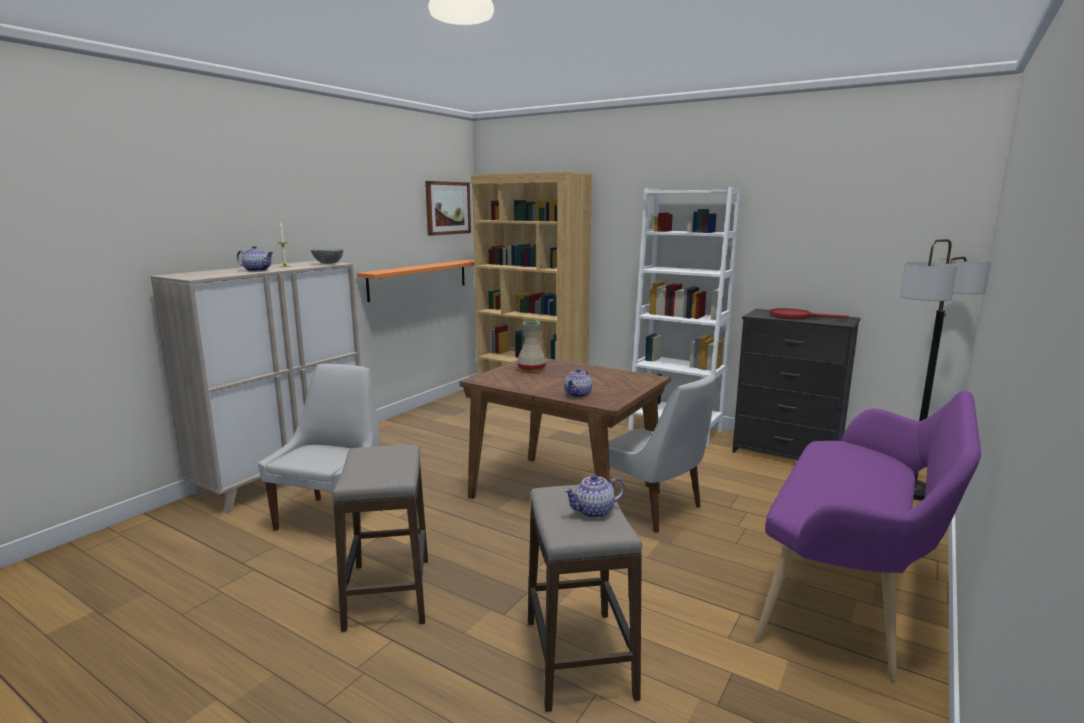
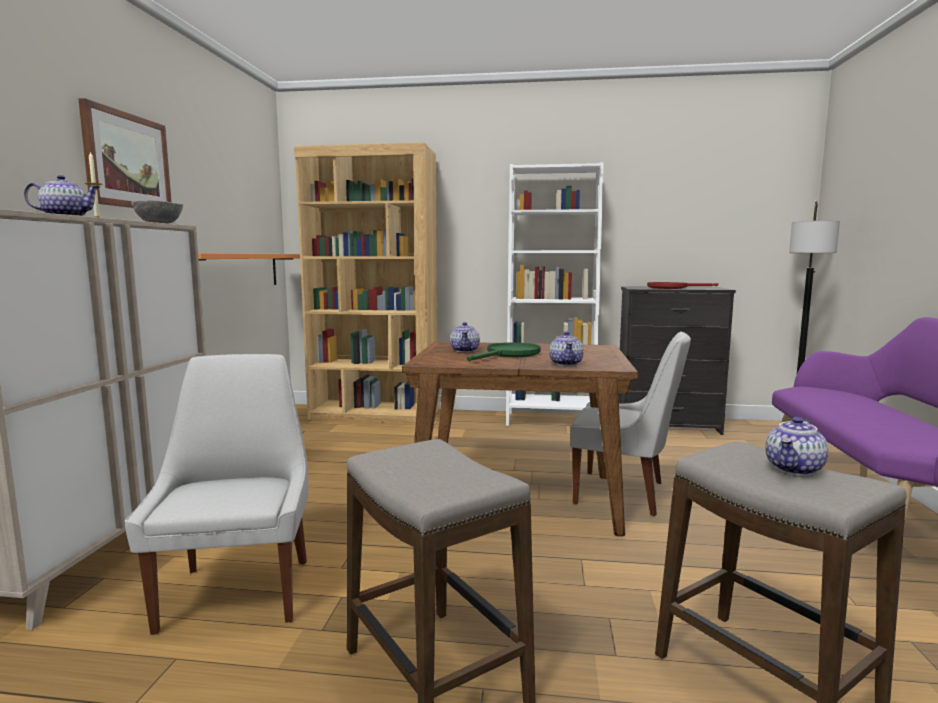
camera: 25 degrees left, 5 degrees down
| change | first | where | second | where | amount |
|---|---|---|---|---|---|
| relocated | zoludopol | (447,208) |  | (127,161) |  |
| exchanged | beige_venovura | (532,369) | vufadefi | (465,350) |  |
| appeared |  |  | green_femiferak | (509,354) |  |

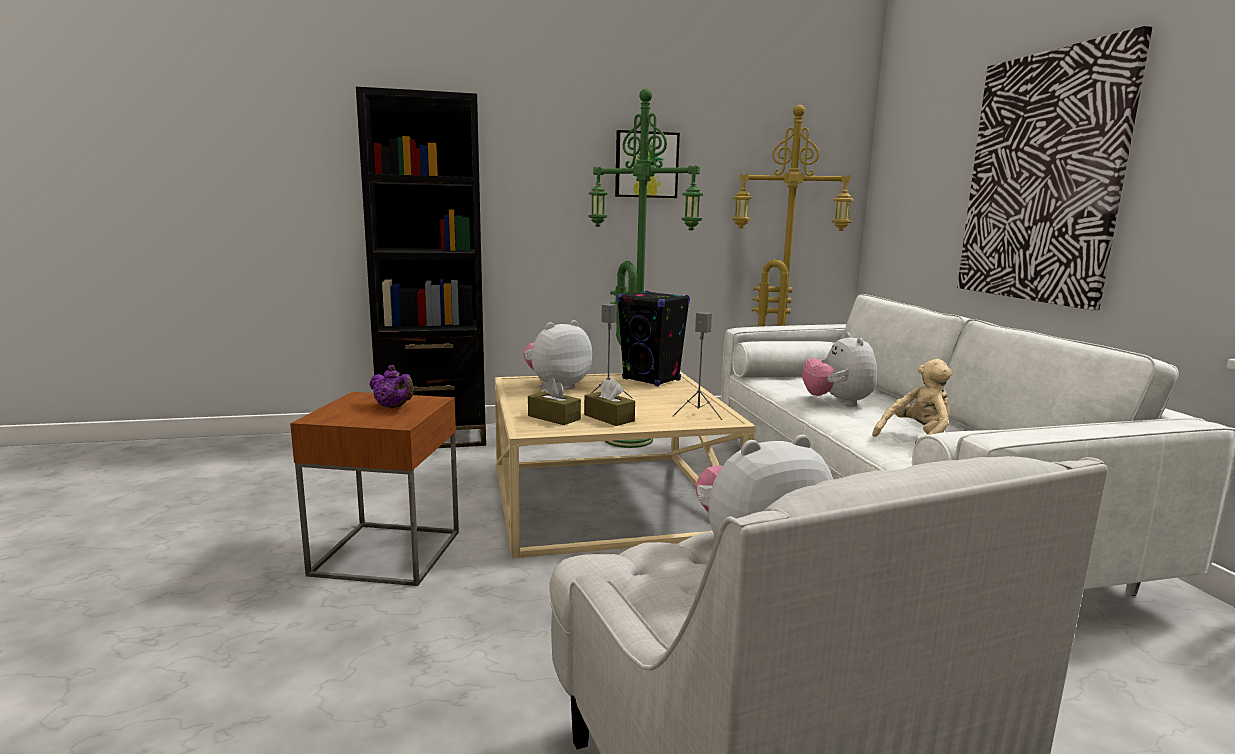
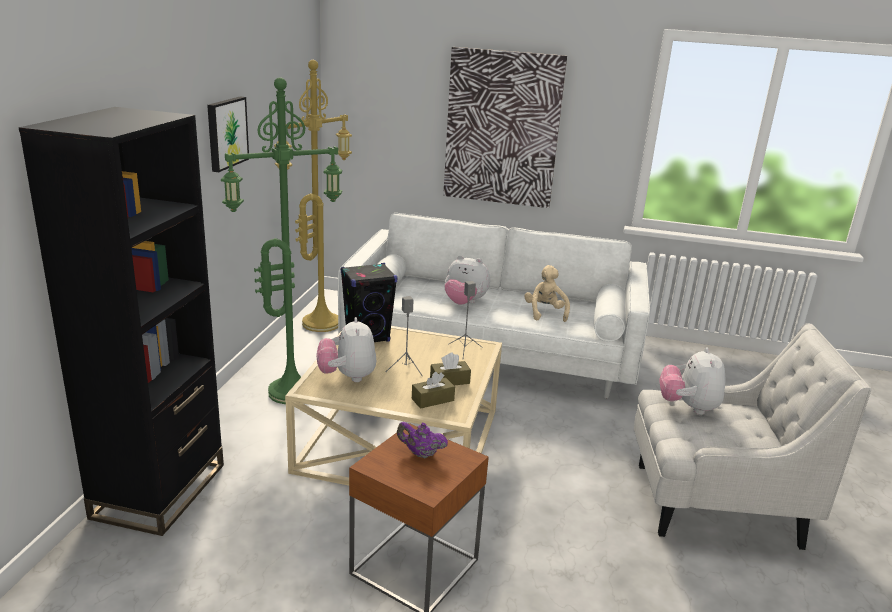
camera: 65 degrees left, 10 degrees up
| change | first | where | second | where | amount |
|---|---|---|---|---|---|
| spun | purple_vufadefi | (393,407) |  | (421,454) | 135 degrees counterclockwise |

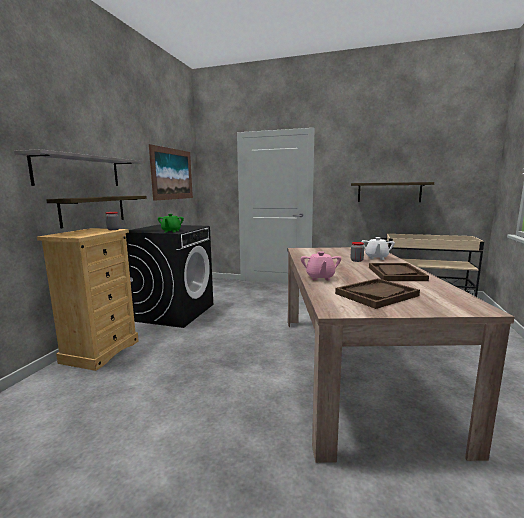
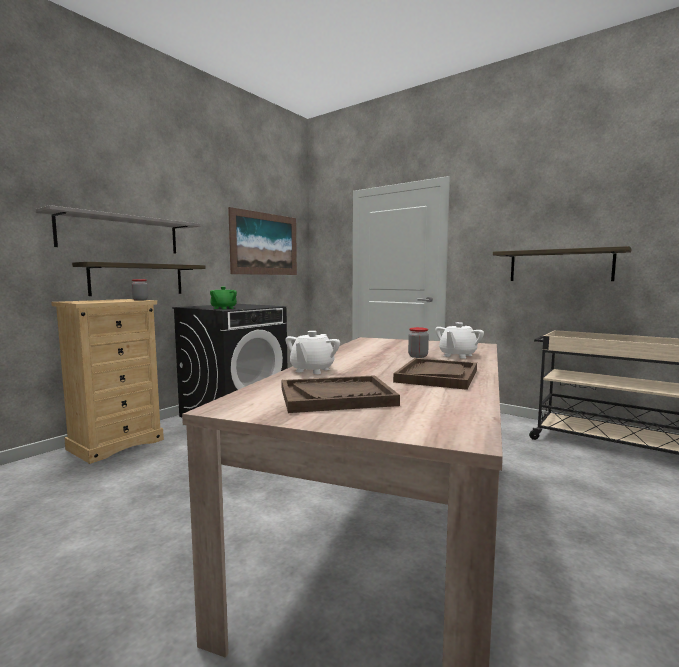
camera: 20 degrees right, 5 degrees down
| change | first | where | second | where | amount |
|---|---|---|---|---|---|
| colour | pink_vufadefi | (320,277) | white_vufadefi | (312,370) |  |

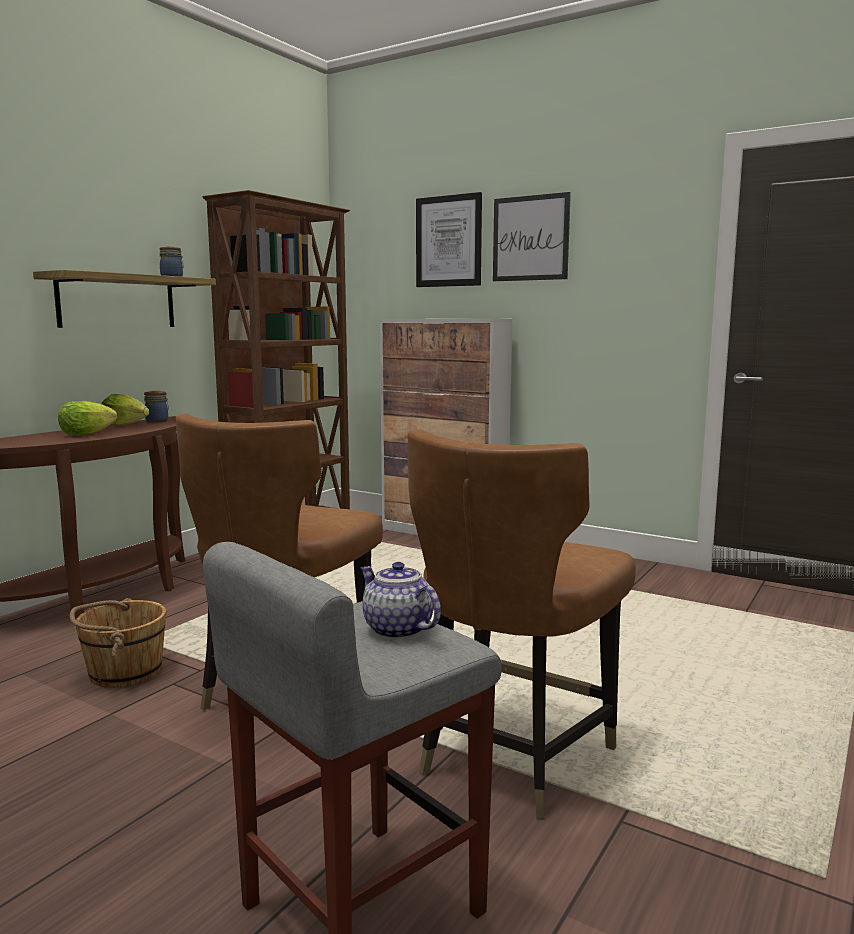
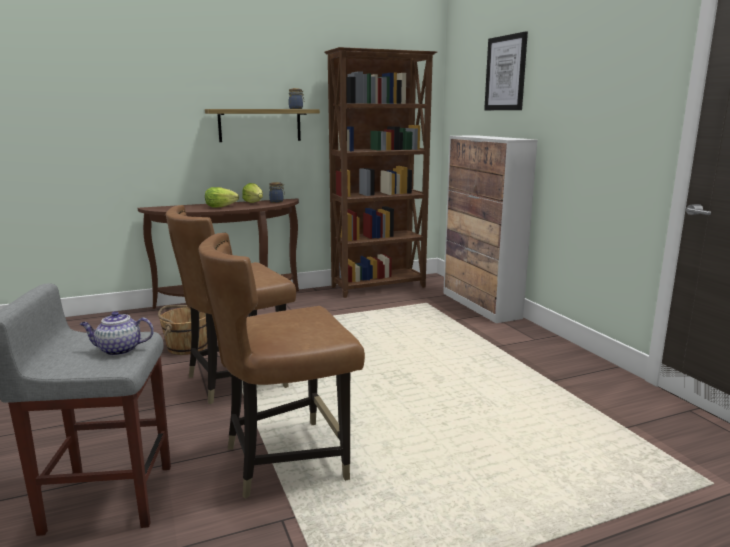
camera: 35 degrees right, 5 degrees up
| change | first | where | second | where | amount |
|---|---|---|---|---|---|
| spun | vufadefi | (396,629) |  | (118,350) | 90 degrees counterclockwise |
| missing | zoludopol | (530,238) |  |  |  |

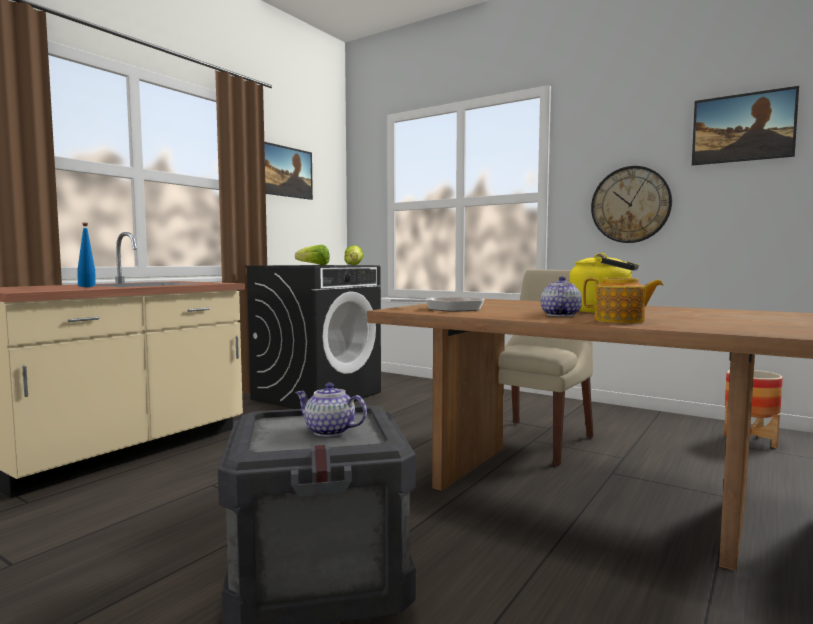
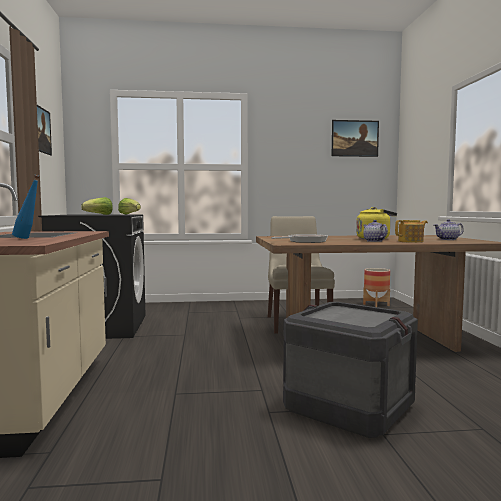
camera: 40 degrees left, 0 degrees up
| change | first | where | second | where | amount |
|---|---|---|---|---|---|
| relocated | vufadefi | (329,431) |  | (448,239) |  |
| missing | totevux | (630,205) |  |  |  |

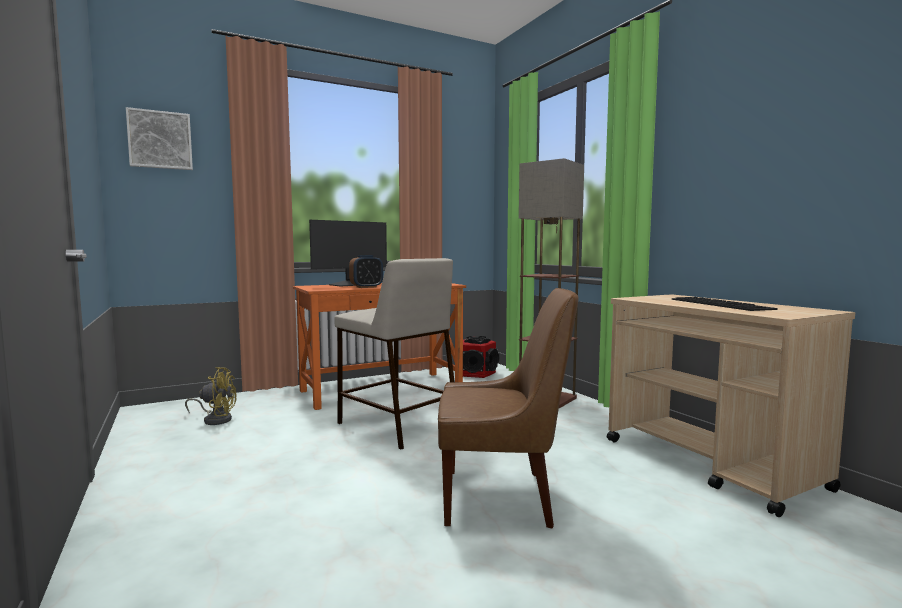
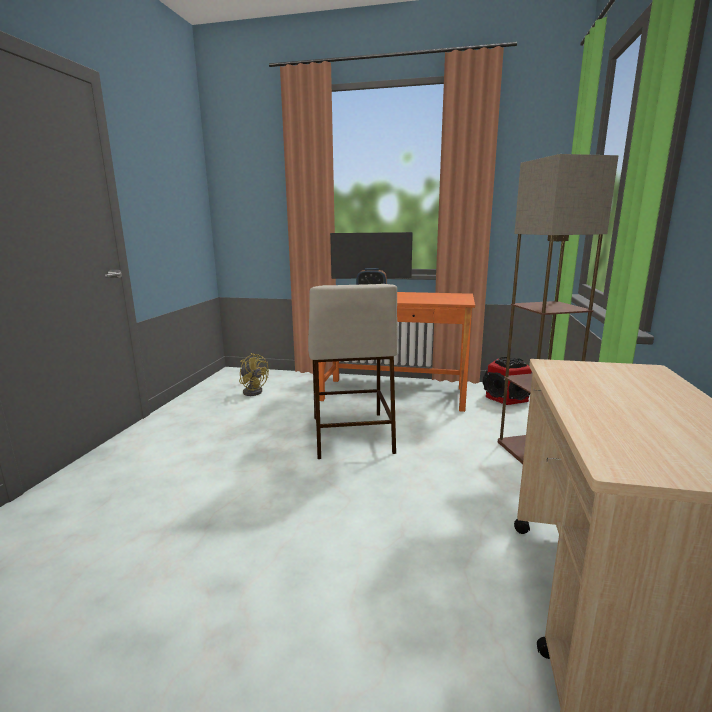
camera: 40 degrees right, 10 degrees up
| change | first | where | second | where | amount |
|---|---|---|---|---|---|
| missing | zoludopol | (160,140) |  |  |  |
| missing | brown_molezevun | (501,498) |  |  |  |
| missing | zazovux | (722,304) |  |  |  |

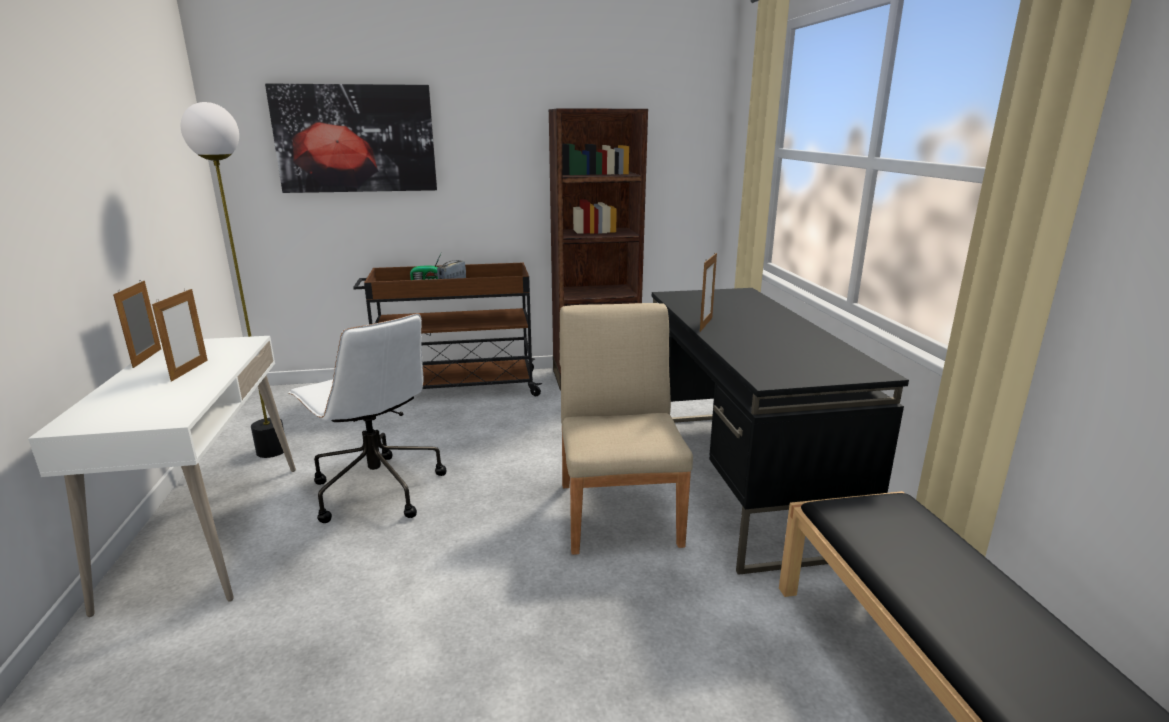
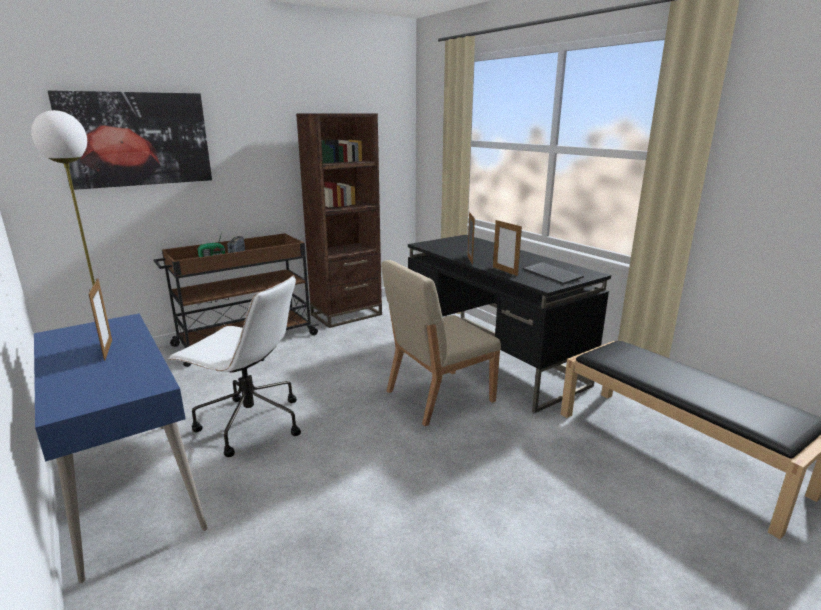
camera: 25 degrees left, 0 degrees up
| change | first | where | second | where | amount |
|---|---|---|---|---|---|
| colour | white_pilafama | (208,531) | blue_pilafama | (129,490) |  |
| spun | beige_molezevun | (619,512) |  | (438,396) | 90 degrees counterclockwise |
| relocated | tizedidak | (147,358) |  | (505,271) |  |
| appeared |  |  | zazovux | (553,274) |  |

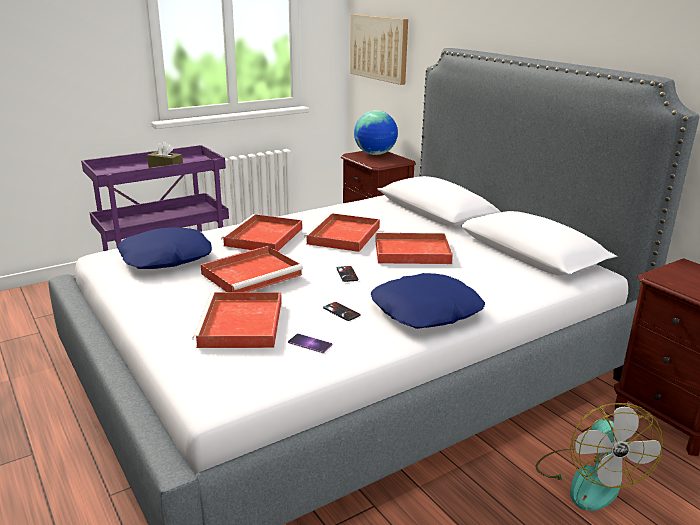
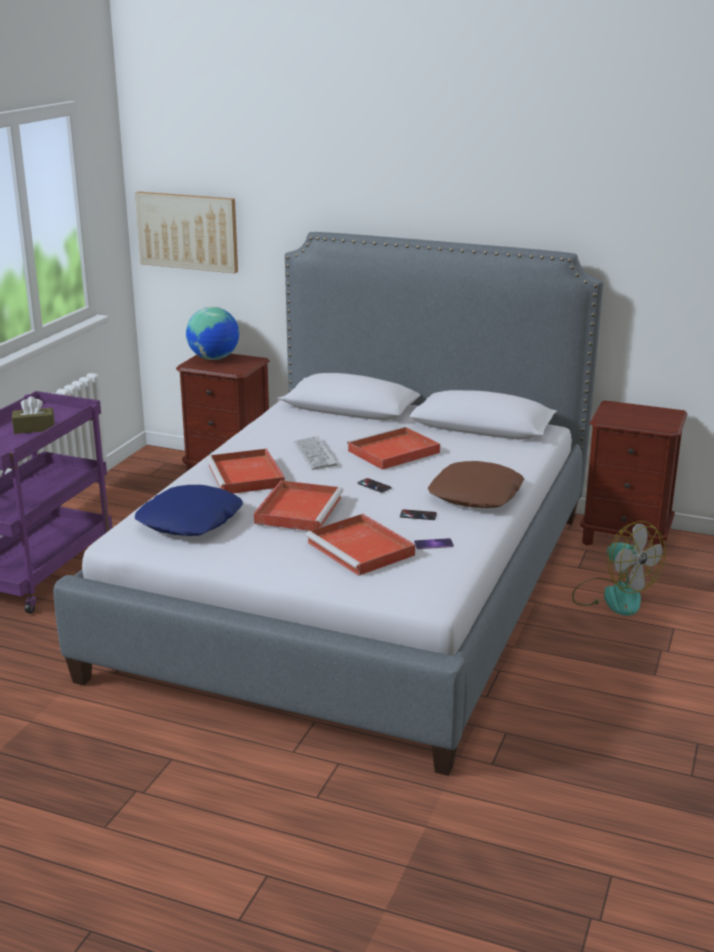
camera: 35 degrees left, 0 degrees up
| change | first | where | second | where | amount |
|---|---|---|---|---|---|
| exchanged | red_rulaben | (343,236) | zazovux | (315,454) |  |
| colour | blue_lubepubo | (426,311) | brown_lubepubo | (476,495) |  |

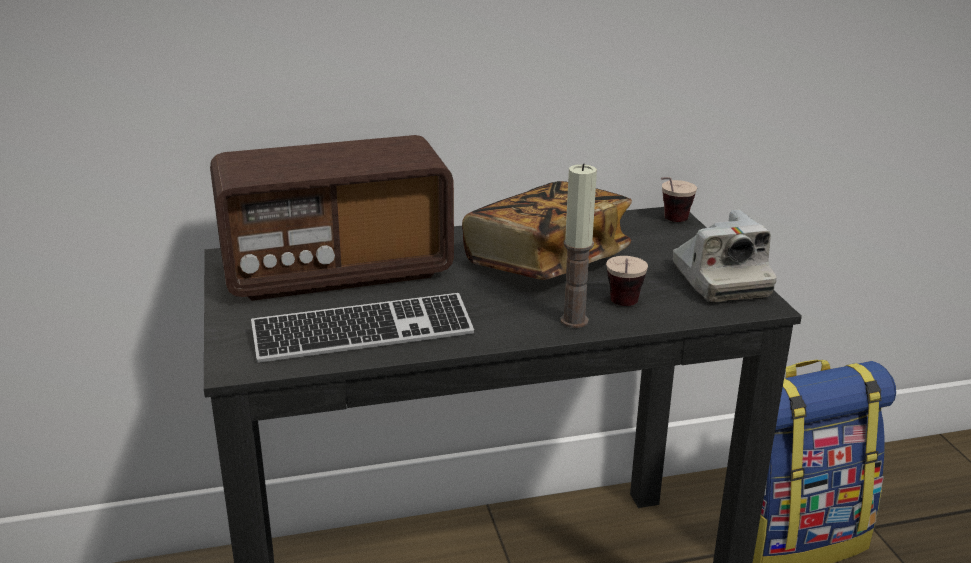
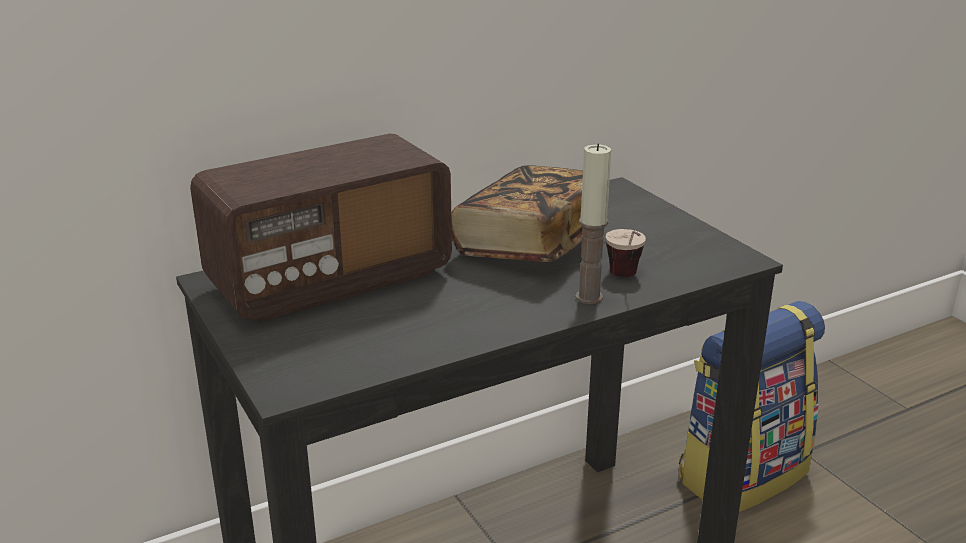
camera: 15 degrees left, 0 degrees up
| change | first | where | second | where | amount |
|---|---|---|---|---|---|
| missing | zazovux | (363,333) |  |  |  |
| missing | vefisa | (670,223) |  |  |  |
| missing | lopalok | (720,280) |  |  |  |

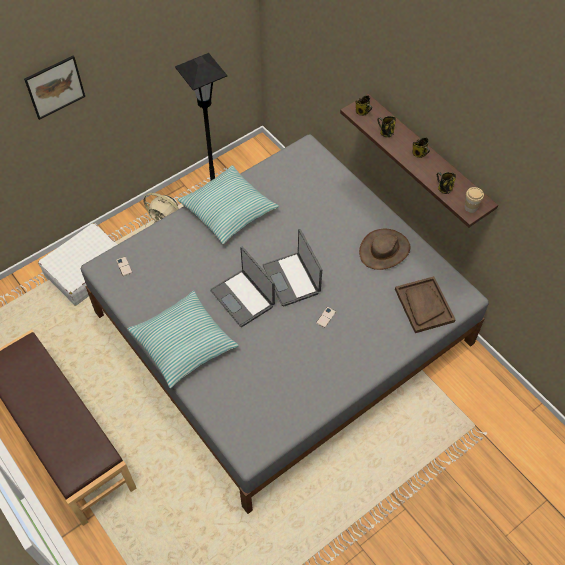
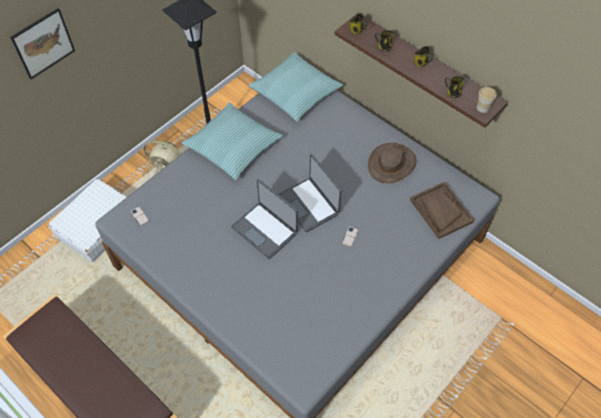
camera: 10 degrees left, 0 degrees up
| change | first | where | second | where | amount |
|---|---|---|---|---|---|
| relocated | lubepubo | (183,343) |  | (295,92) |  |

